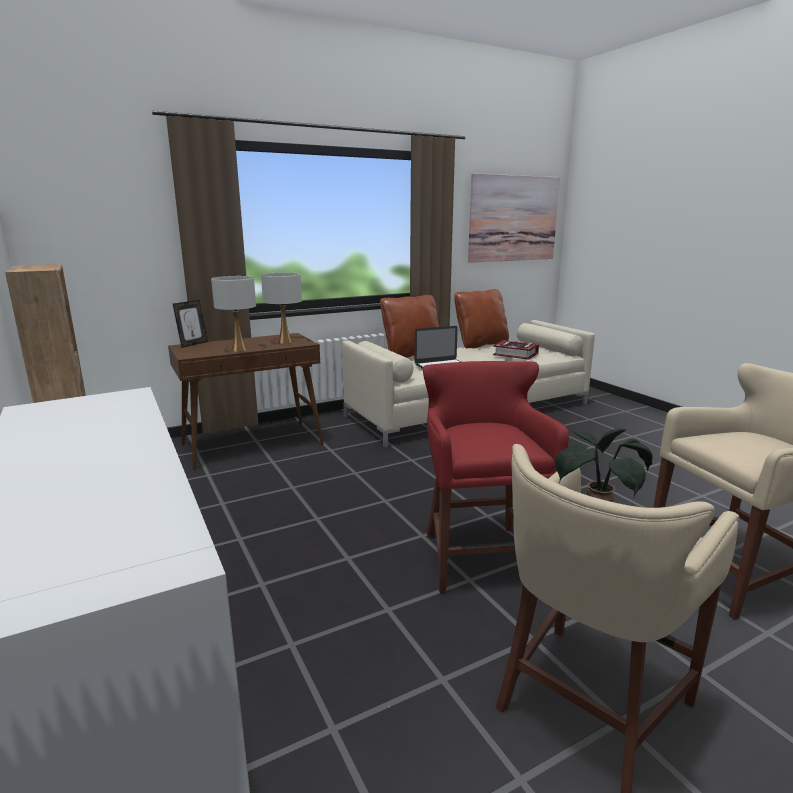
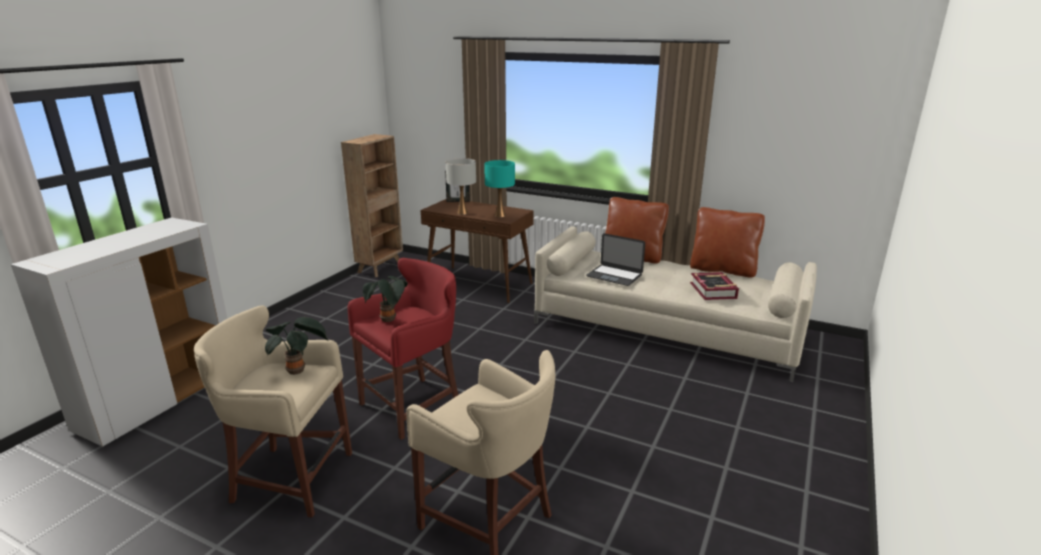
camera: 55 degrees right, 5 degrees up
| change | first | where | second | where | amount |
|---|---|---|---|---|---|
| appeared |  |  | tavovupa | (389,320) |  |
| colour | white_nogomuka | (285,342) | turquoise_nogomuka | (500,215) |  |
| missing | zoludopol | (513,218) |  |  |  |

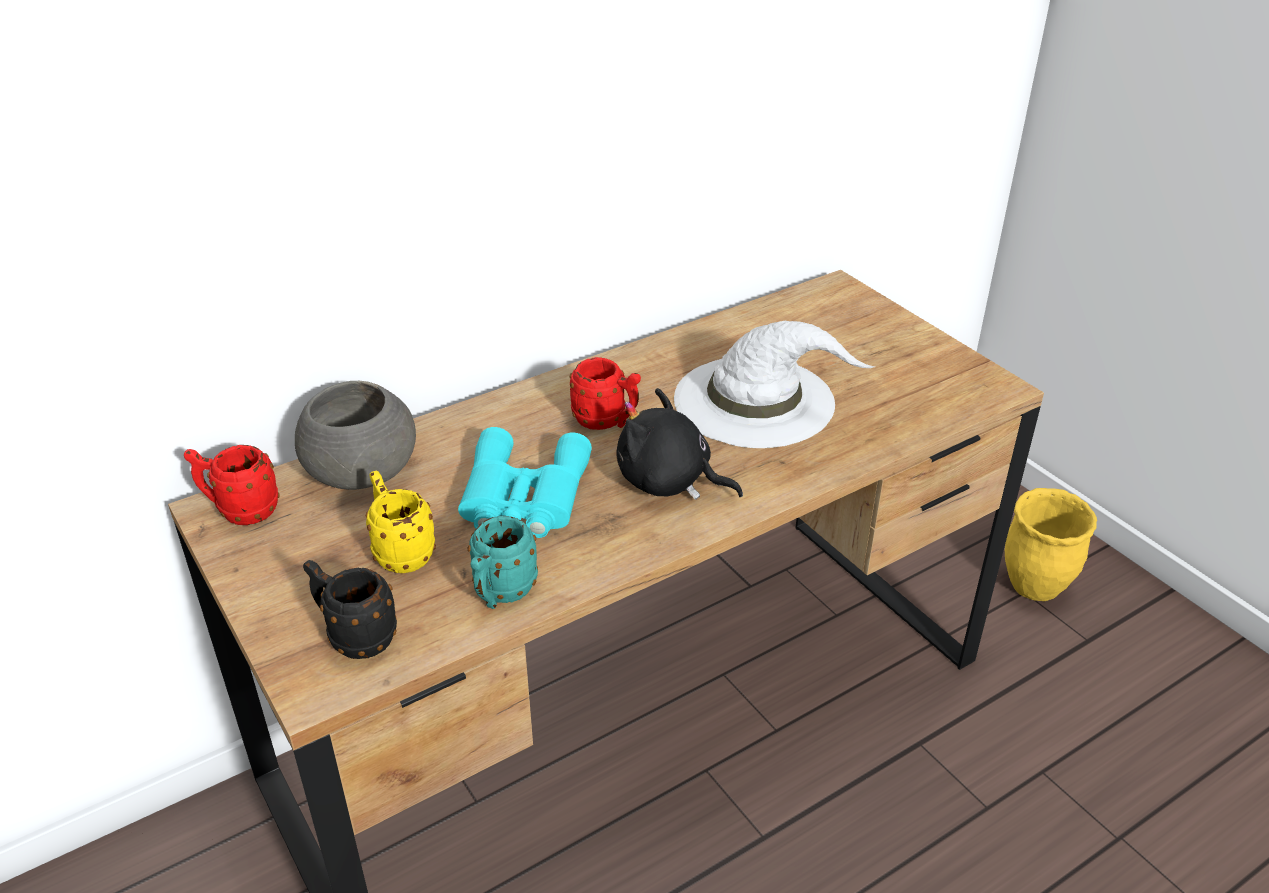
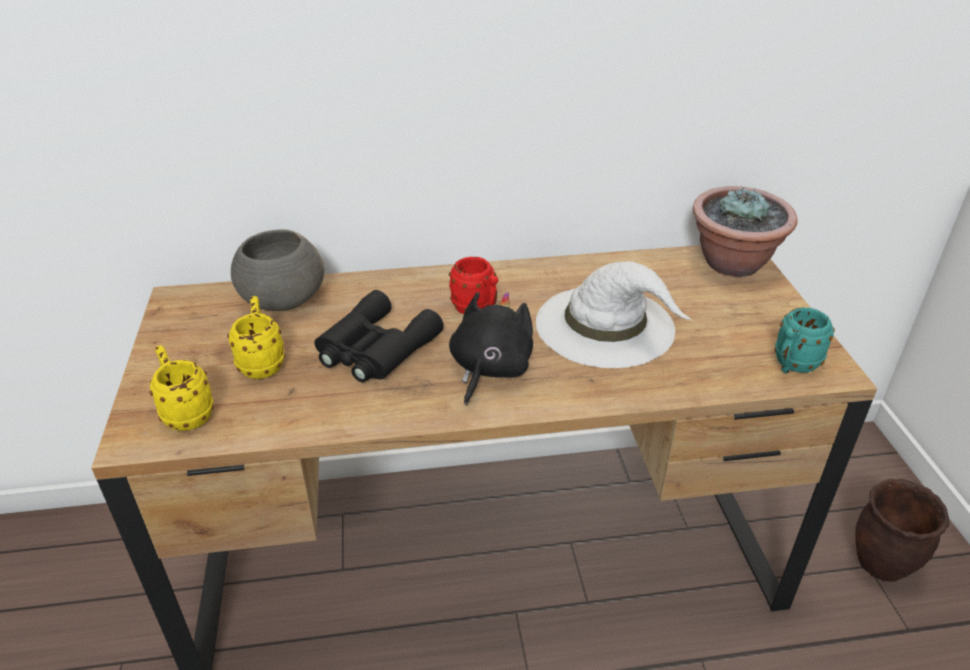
camera: 25 degrees right, 0 degrees up
| change | first | where | second | where | amount |
|---|---|---|---|---|---|
| colour | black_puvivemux | (354,637) | yellow_puvivemux | (185,412) |  |
| colour | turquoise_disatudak | (523,497) | black_disatudak | (374,349) |  |
| spun | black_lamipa | (669,482) |  | (489,369) | 60 degrees clockwise |
| appeared |  |  | tavovupa | (733,264) |  |
| relocated | turquoise_puvivemux | (500,594) |  | (792,365) |  |
| colour | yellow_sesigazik | (1032,587) | brown_sesigazik | (879,564) |  |
| missing | red_puvivemux | (240,511) |  |  |  |

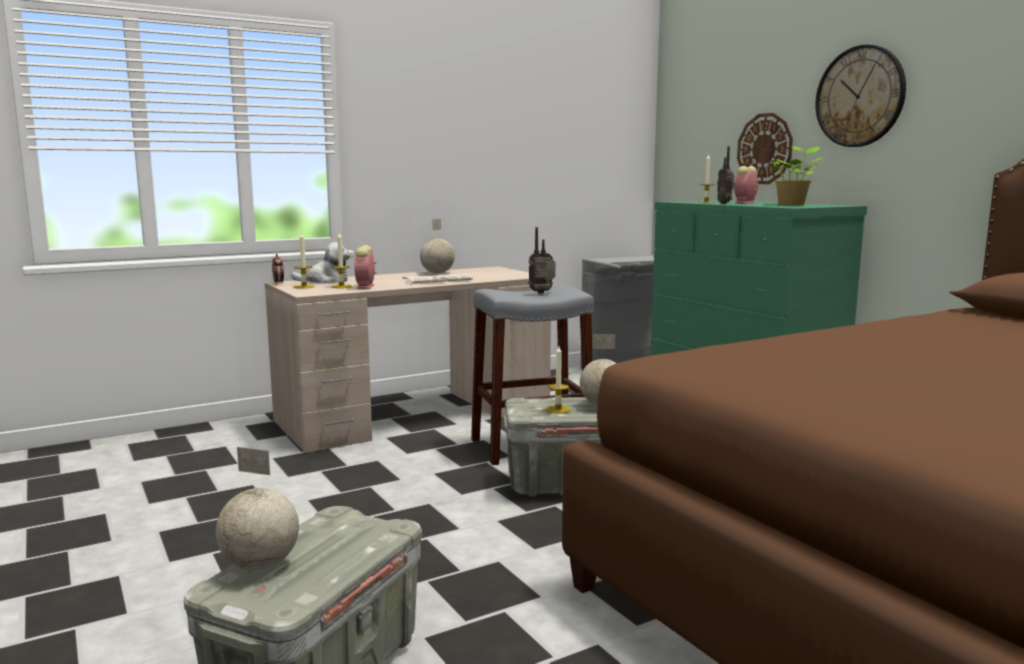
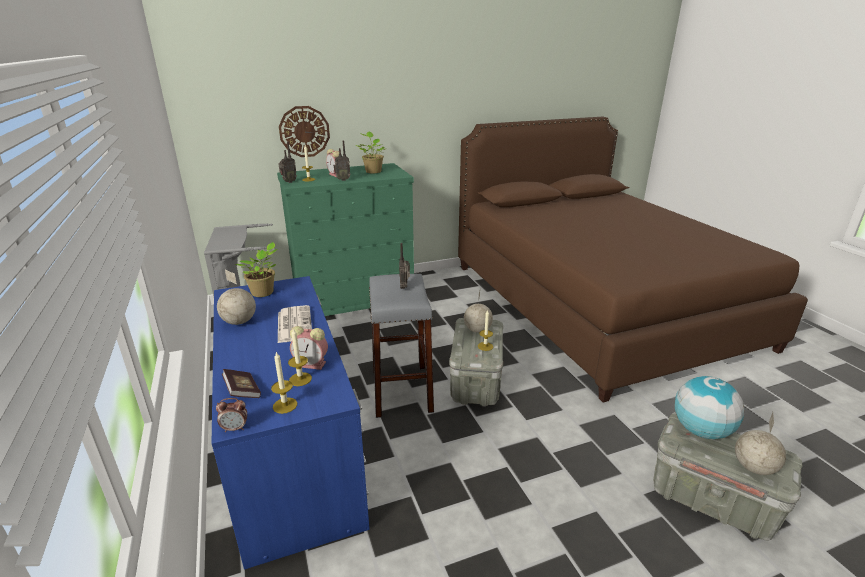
camera: 80 degrees left, 15 degrees up
| change | first | where | second | where | amount |
|---|---|---|---|---|---|
| colour | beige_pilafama | (416,414) | blue_pilafama | (292,446) |  |
| exchanged | lamipa | (325,281) | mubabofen | (242,391) |  |
| appeared |  |  | tavovupa | (264,293) |  |
| appeared |  |  | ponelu | (288,182) |  |
| appeared |  |  | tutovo | (701,431) |  |
| missing | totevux | (860,96) |  |  |  |

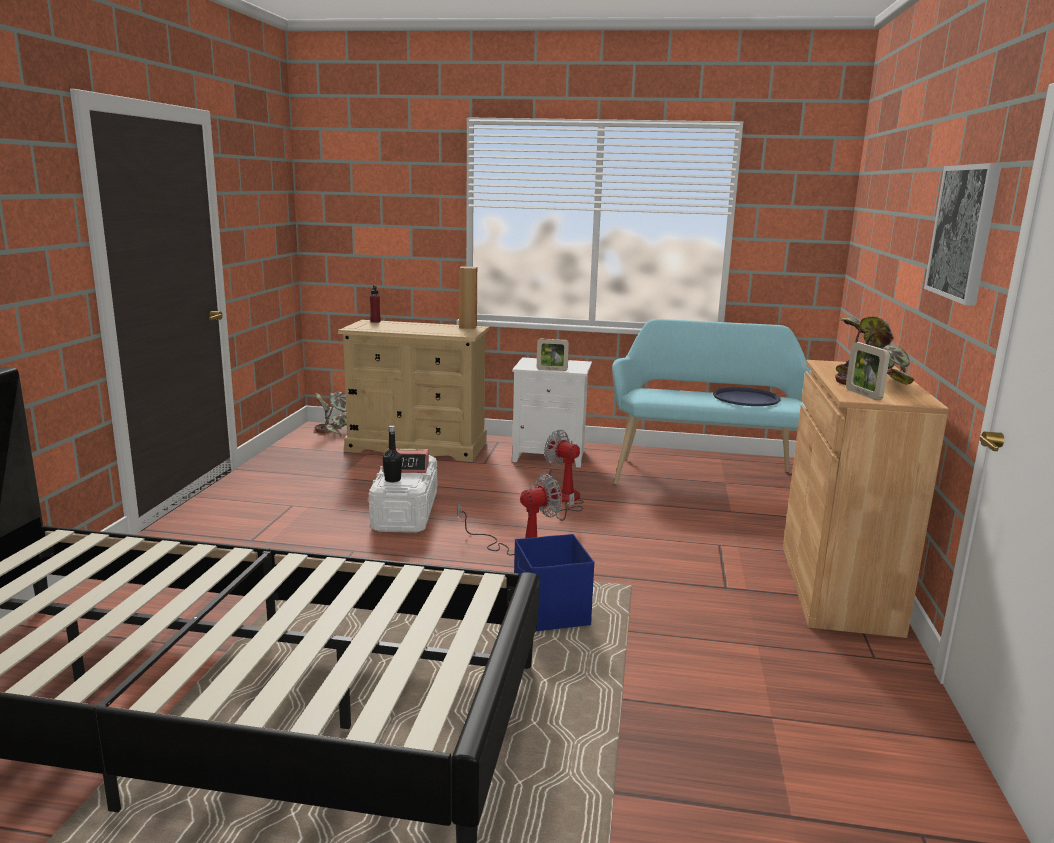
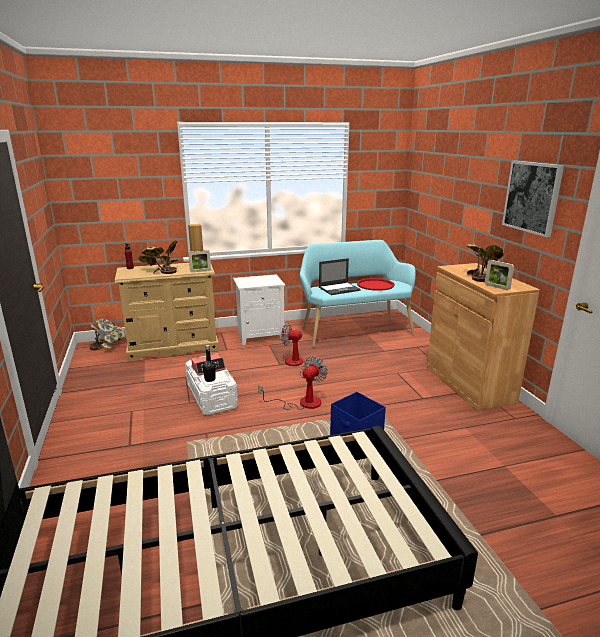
camera: 25 degrees left, 5 degrees up
| change | first | where | second | where | amount |
|---|---|---|---|---|---|
| appeared |  |  | tavovupa | (160,270) |  |
| relocated | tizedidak | (552,370) |  | (200,271) |  |
| appeared |  |  | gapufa | (339,289) |  |
| colour | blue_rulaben | (746,398) | red_rulaben | (375,285) |  |

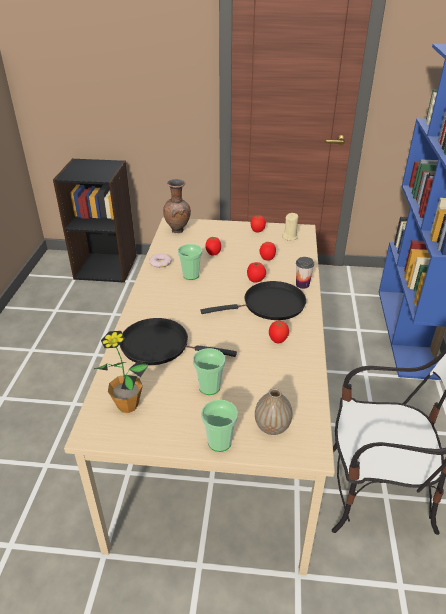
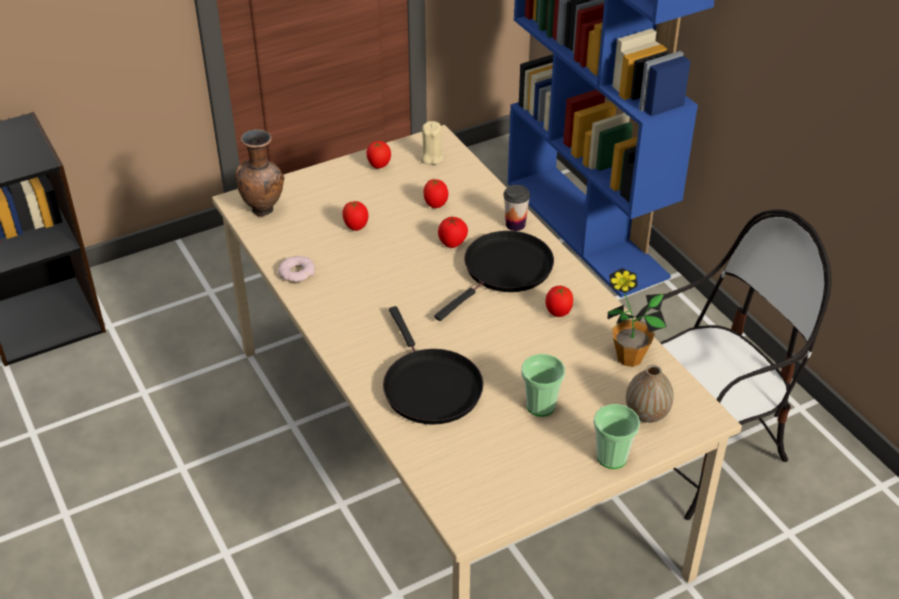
camera: 35 degrees left, 5 degrees up
| change | first | where | second | where | amount |
|---|---|---|---|---|---|
| spun | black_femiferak | (160,345) |  | (429,386) | 90 degrees counterclockwise |
| relocated | tavovupa | (127,405) |  | (629,358) |  |
| missing | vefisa | (191,275) |  |  |  |

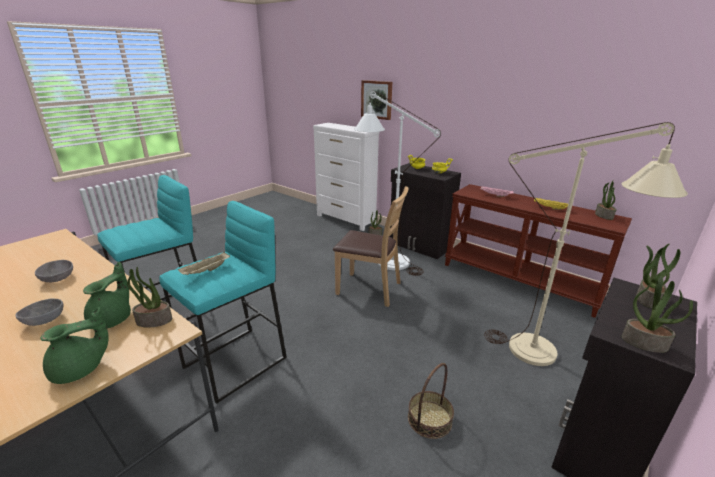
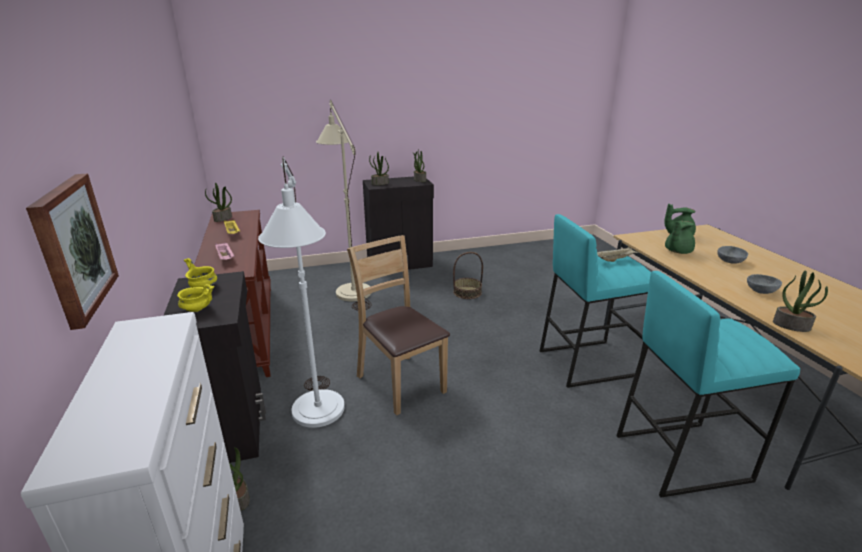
camera: 145 degrees left, 0 degrees up
| change | first | where | second | where | amount |
|---|---|---|---|---|---|
| relocated | tavovupa | (153,321) |  | (791,325) |  |

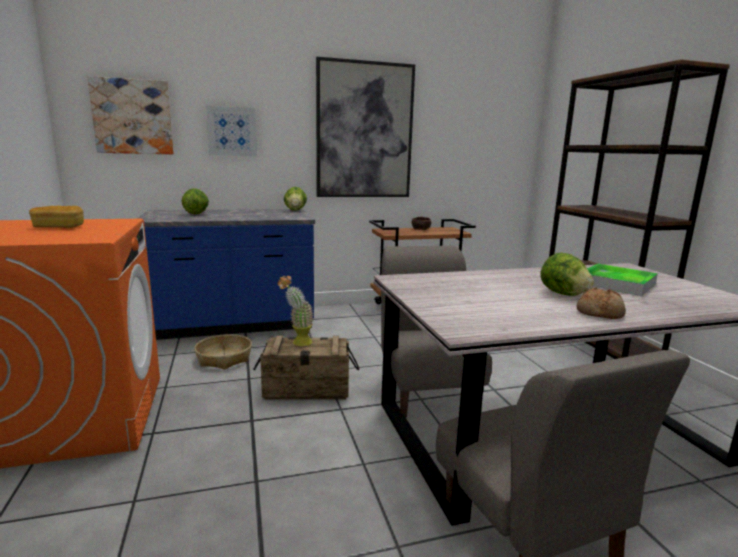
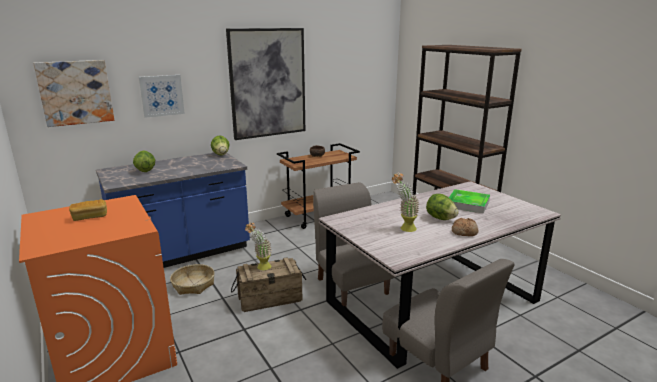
camera: 15 degrees left, 5 degrees up
| change | first | where | second | where | amount |
|---|---|---|---|---|---|
| appeared |  |  | tavovupa | (404,228) |  |

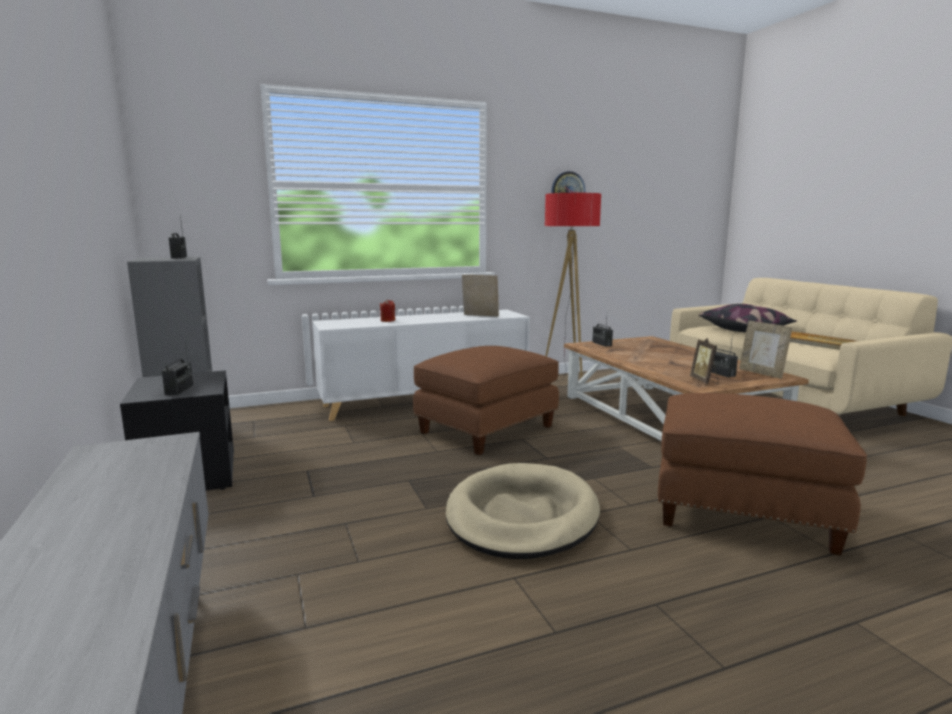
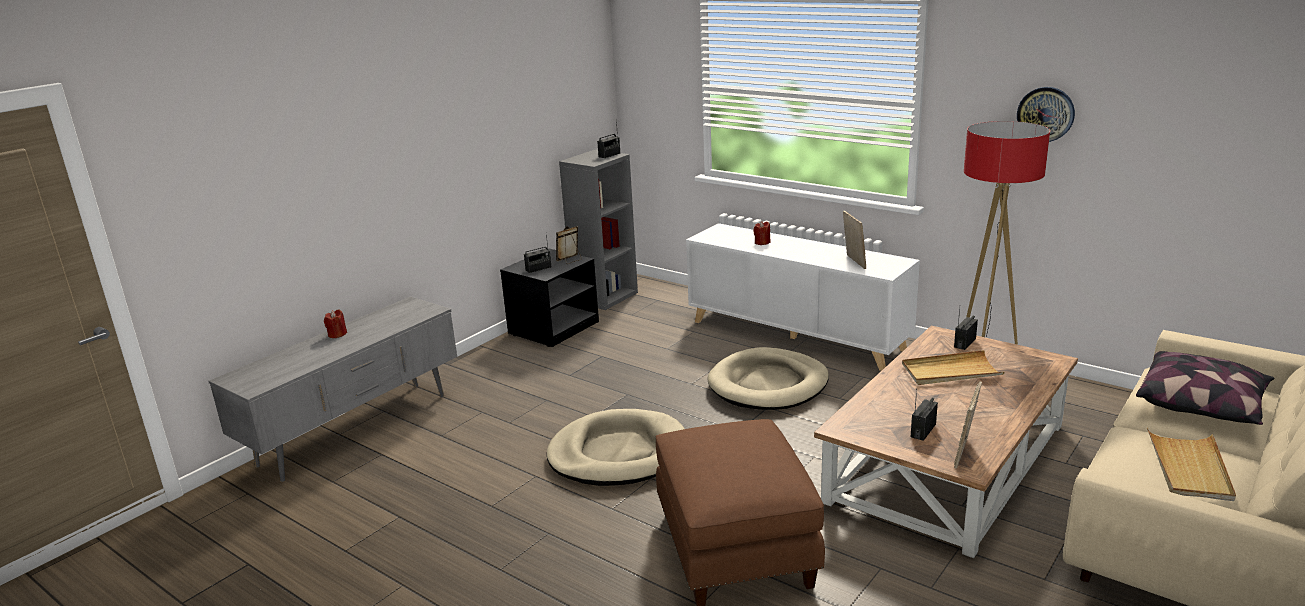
camera: 60 degrees right, 10 degrees up
| change | first | where | second | where | amount |
|---|---|---|---|---|---|
| appeared |  |  | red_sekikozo | (337,334) |  |
| relocated | tizedidak | (704,381) |  | (570,260) |  |
| exchanged | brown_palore | (486,429) | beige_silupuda | (768,384) |  |
| appeared |  |  | beige_rulaben | (950,372) |  |

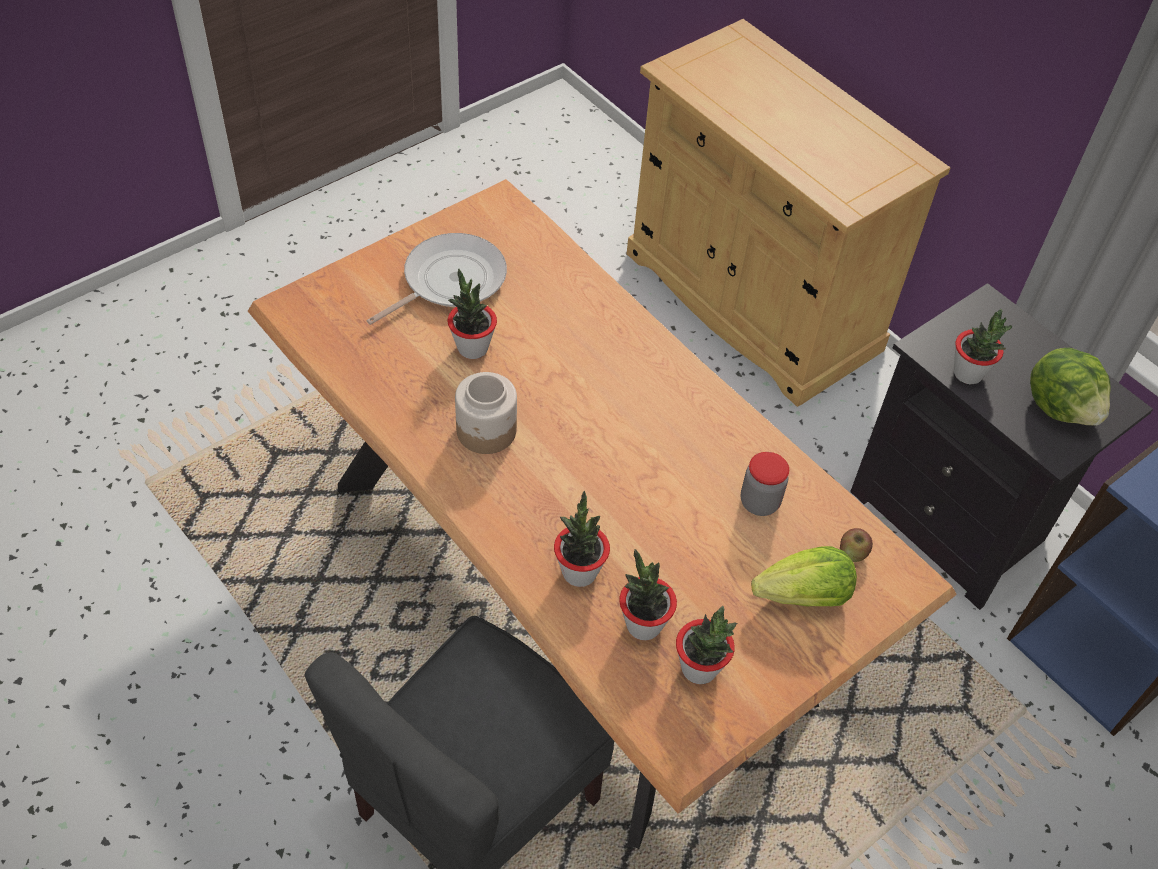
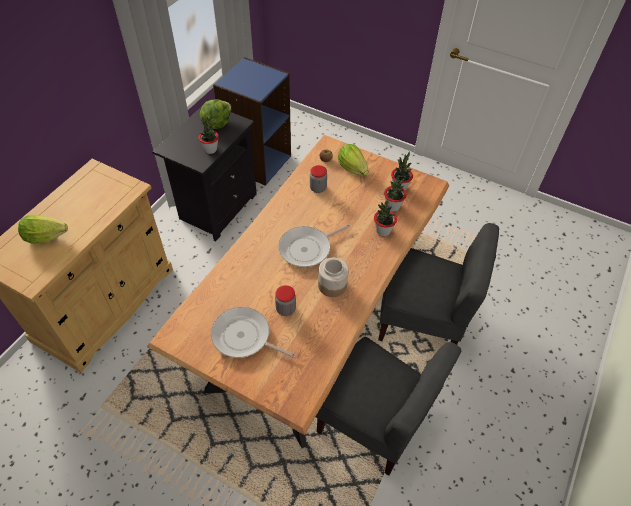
camera: 110 degrees left, 0 degrees up
| change | first | where | second | where | amount |
|---|---|---|---|---|---|
| appeared |  |  | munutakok | (45,236) |  |
| exchanged | tavovupa | (472,348) | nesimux | (285,309) |  |
| appeared |  |  | femiferak | (307,248) |  |
| appeared |  |  | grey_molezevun | (372,423) |  |

